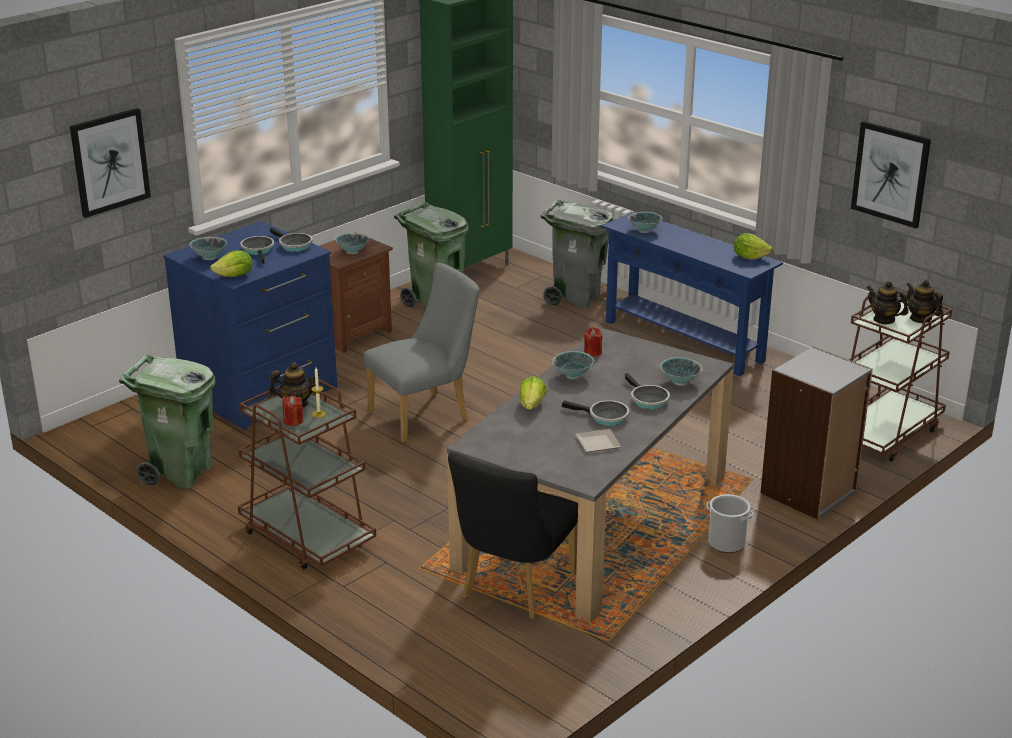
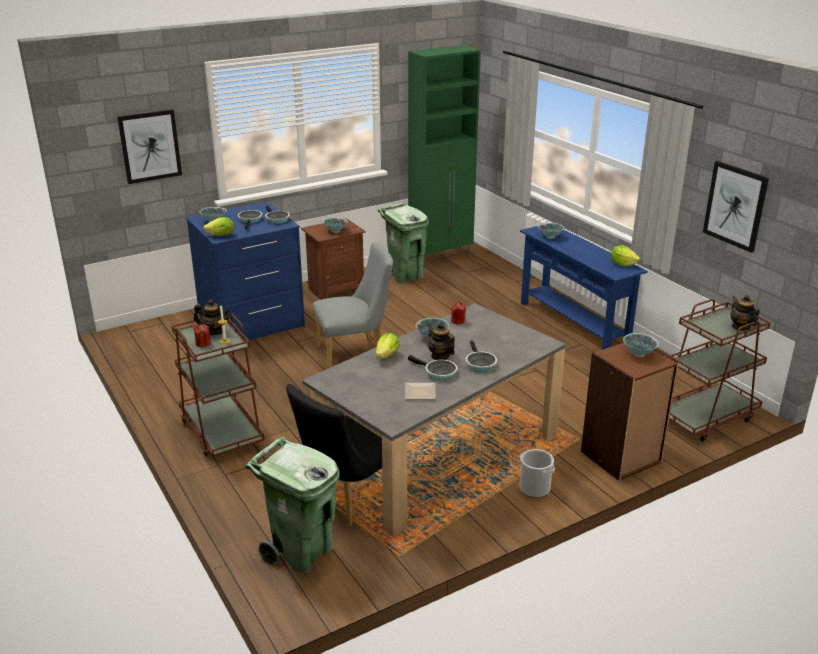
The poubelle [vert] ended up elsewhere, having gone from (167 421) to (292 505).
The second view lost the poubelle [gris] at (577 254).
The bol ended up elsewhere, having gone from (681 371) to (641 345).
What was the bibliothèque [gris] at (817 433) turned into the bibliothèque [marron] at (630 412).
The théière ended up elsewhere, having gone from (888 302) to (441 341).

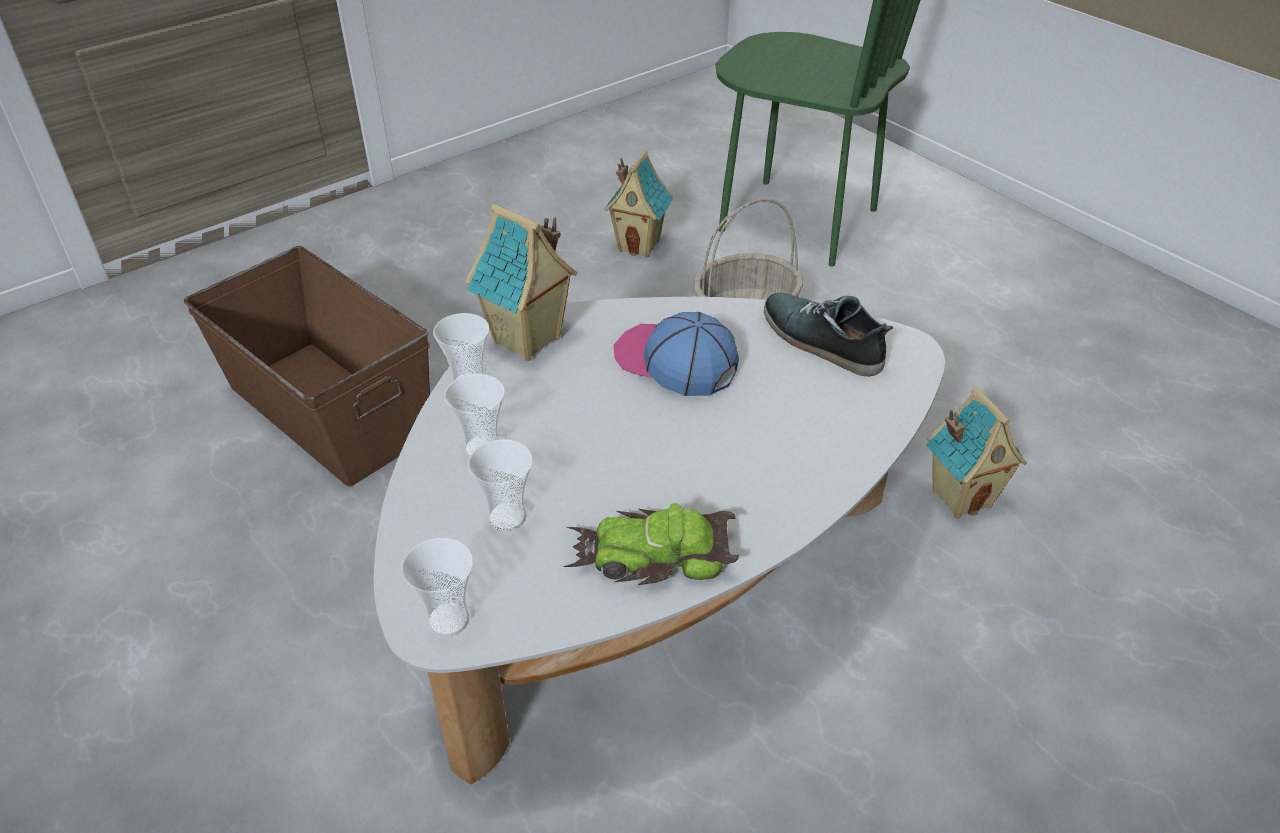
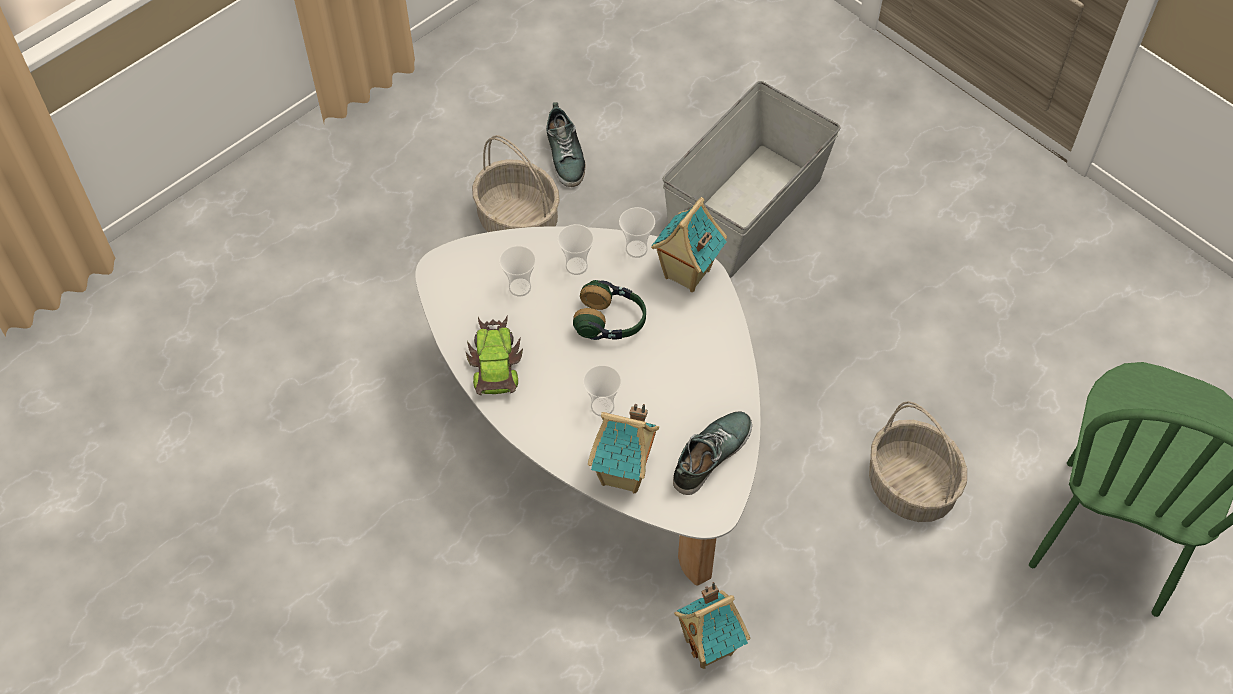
What was the boîte de rangement [marron] at (307 366) turned into the boîte de rangement [gris] at (752 179).
The tasse ended up elsewhere, having gone from (437 587) to (602 390).
The maison miniature ended up elsewhere, having gone from (638 204) to (623 449).
The second view lost the casquette at (676 354).
The second view gained the panier at (516 183).
The second view gained the chaussure at (565 144).
The second view gained the casque audio at (609 310).

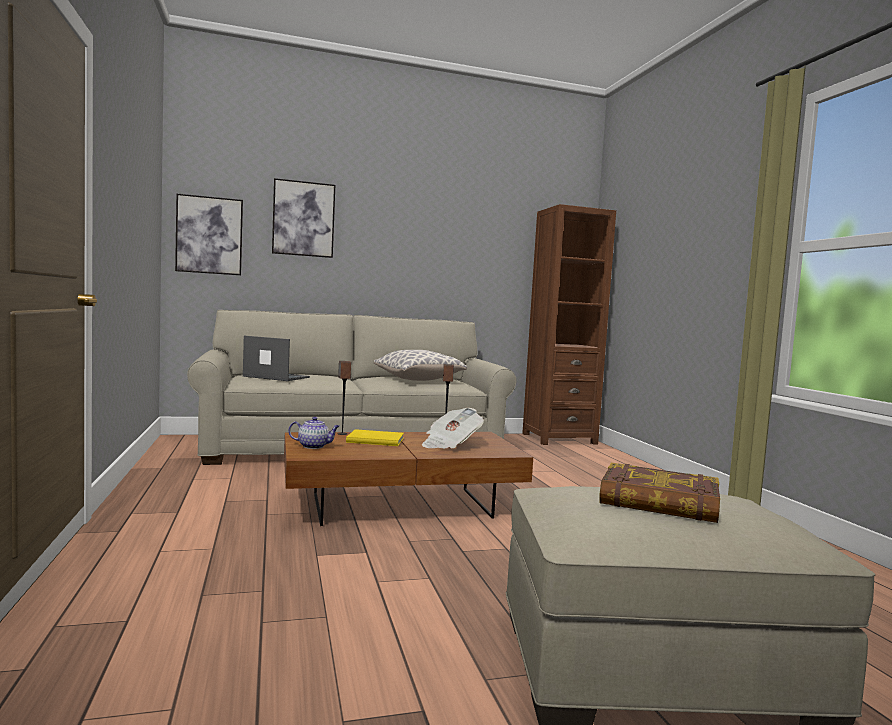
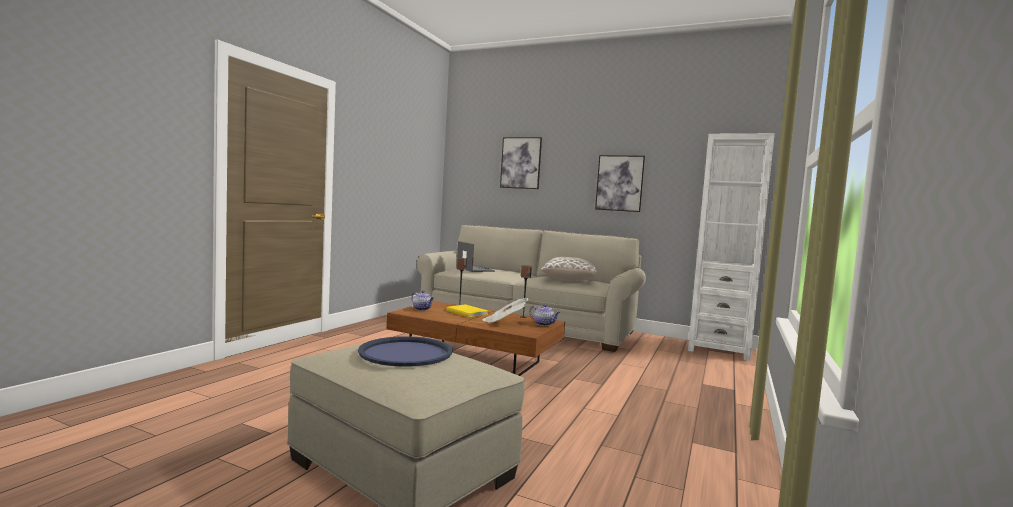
The tableau ended up elsewhere, having gone from (209 234) to (620 183).
What was the bibliothèque [marron] at (569 324) turned into the bibliothèque [blanc] at (731 247).
Where the livre stood at (659 493), the plateau [bleu] came to stand at (405 351).
The second view gained the théière at (544 315).

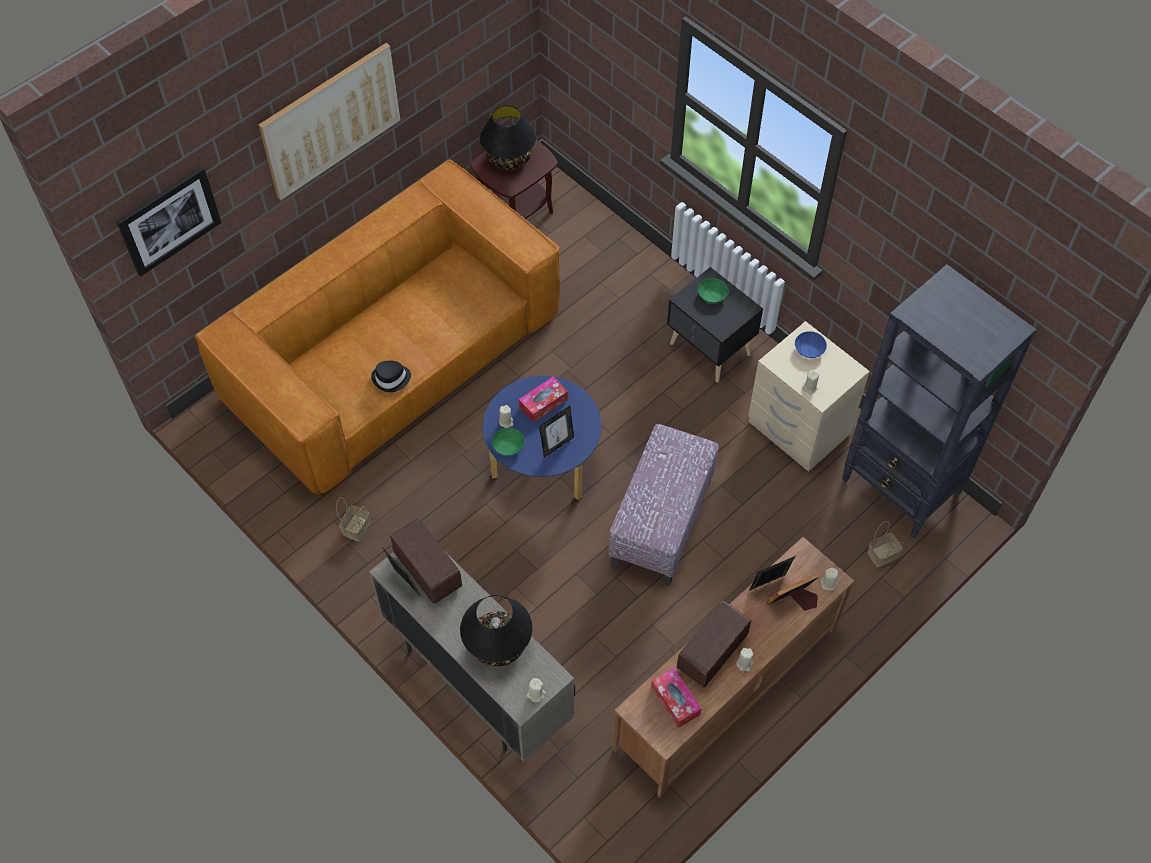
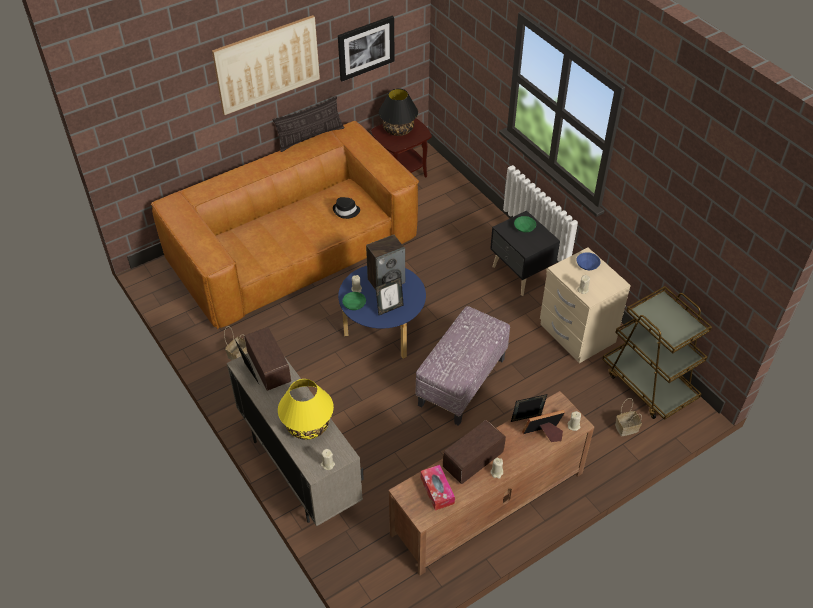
The tableau ended up elsewhere, having gone from (168 221) to (366 48).
The chapeau [noir] ended up elsewhere, having gone from (391 376) to (346 208).
What was the lampe de table [noir] at (496 631) turned into the lampe de table [jaune] at (306 409).
Where the boîte à mouchoirs stood at (543 399), the enceinte came to stand at (385 262).
Where the bibliothèque [noir] stood at (939 401), the chariot [marron] came to stand at (657 353).
The second view gained the coussin at (309 124).

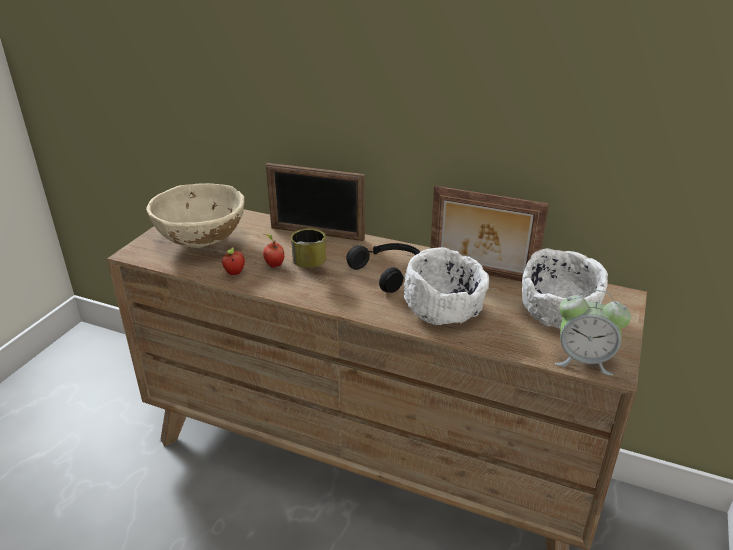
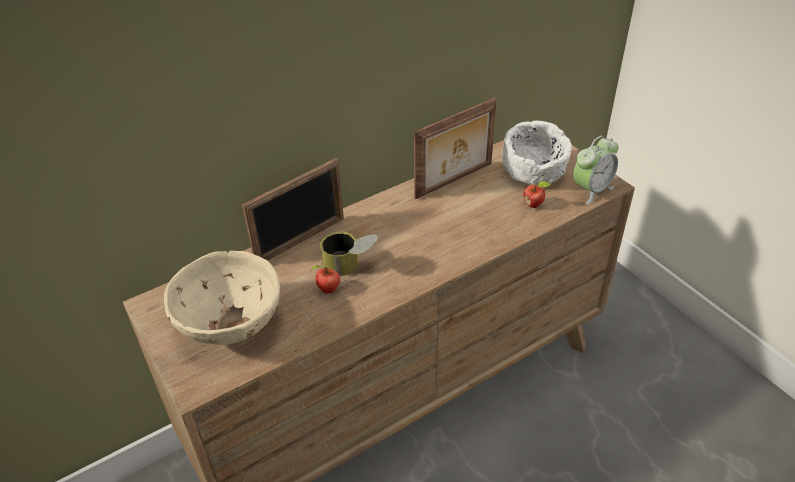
The pomme ended up elsewhere, having gone from (233 261) to (537 194).
The second view lost the casque audio [noir] at (383 268).
The second view lost the bol [blanc] at (446 286).

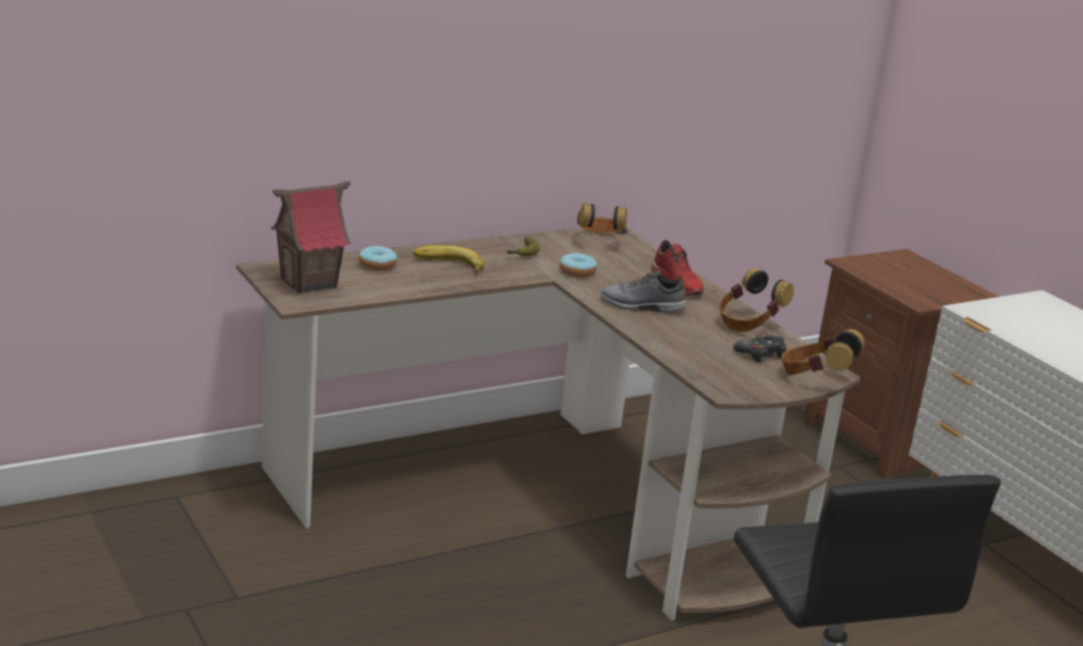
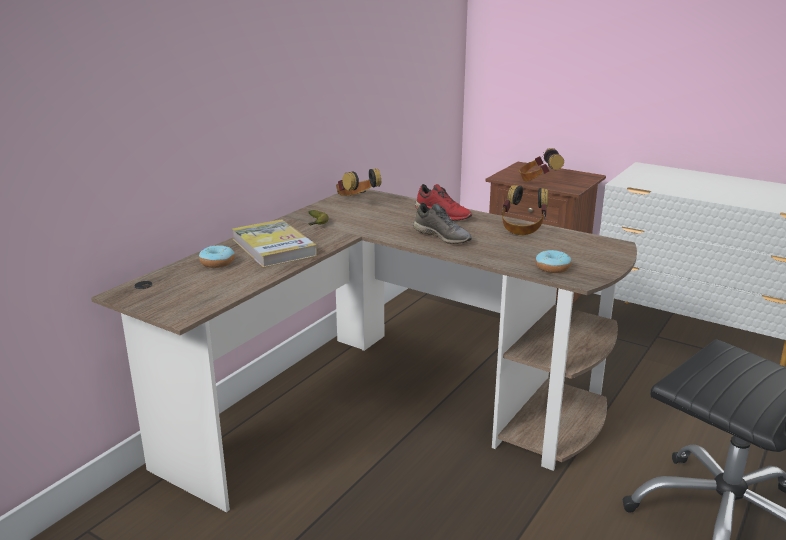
The second view lost the maison miniature at (311 237).
Where the banane stood at (449 259), the livre came to stand at (274 243).
The beignet ended up elsewhere, having gone from (578 265) to (553 261).
The chaussure [gris] at (644 291) ended up facing another way, 120 degrees counterclockwise from before.
The second view lost the manette [noir] at (760 349).
The casque audio ended up elsewhere, having gone from (823 352) to (541 164).

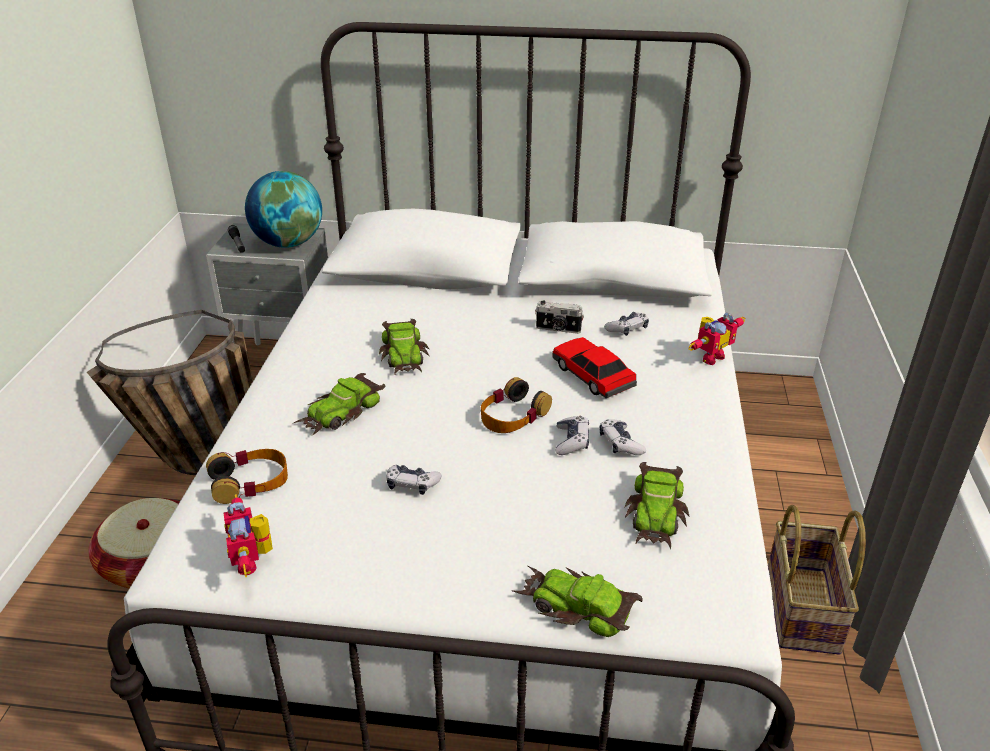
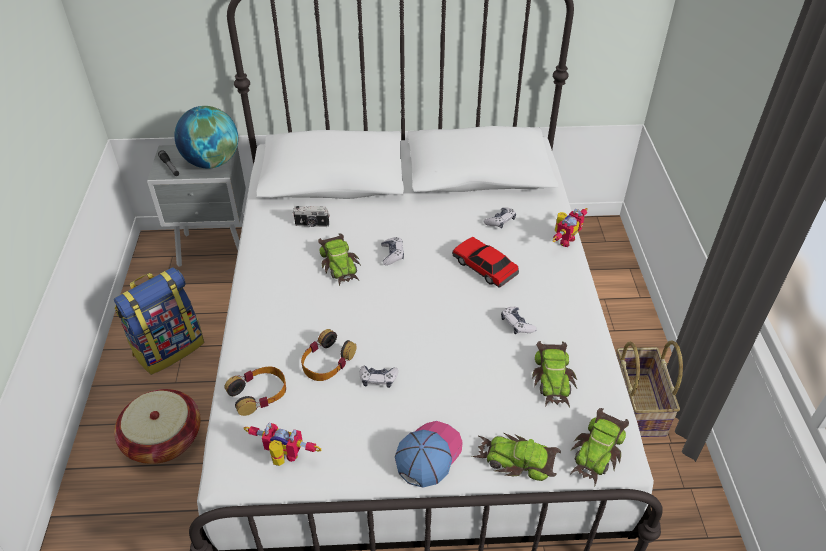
Where the panier stood at (170 392), the sac à dos came to stand at (159 321).
The robot jouet at (248 535) ended up facing another way, 135 degrees clockwise from before.
The petite voiture ended up elsewhere, having gone from (338 404) to (599 446).
The casque audio ended up elsewhere, having gone from (516 405) to (328 355).
The appareil photo ended up elsewhere, having gone from (559 317) to (311 216).
The manette ended up elsewhere, having gone from (572 435) to (392 251).
The second view gained the casquette at (429 454).

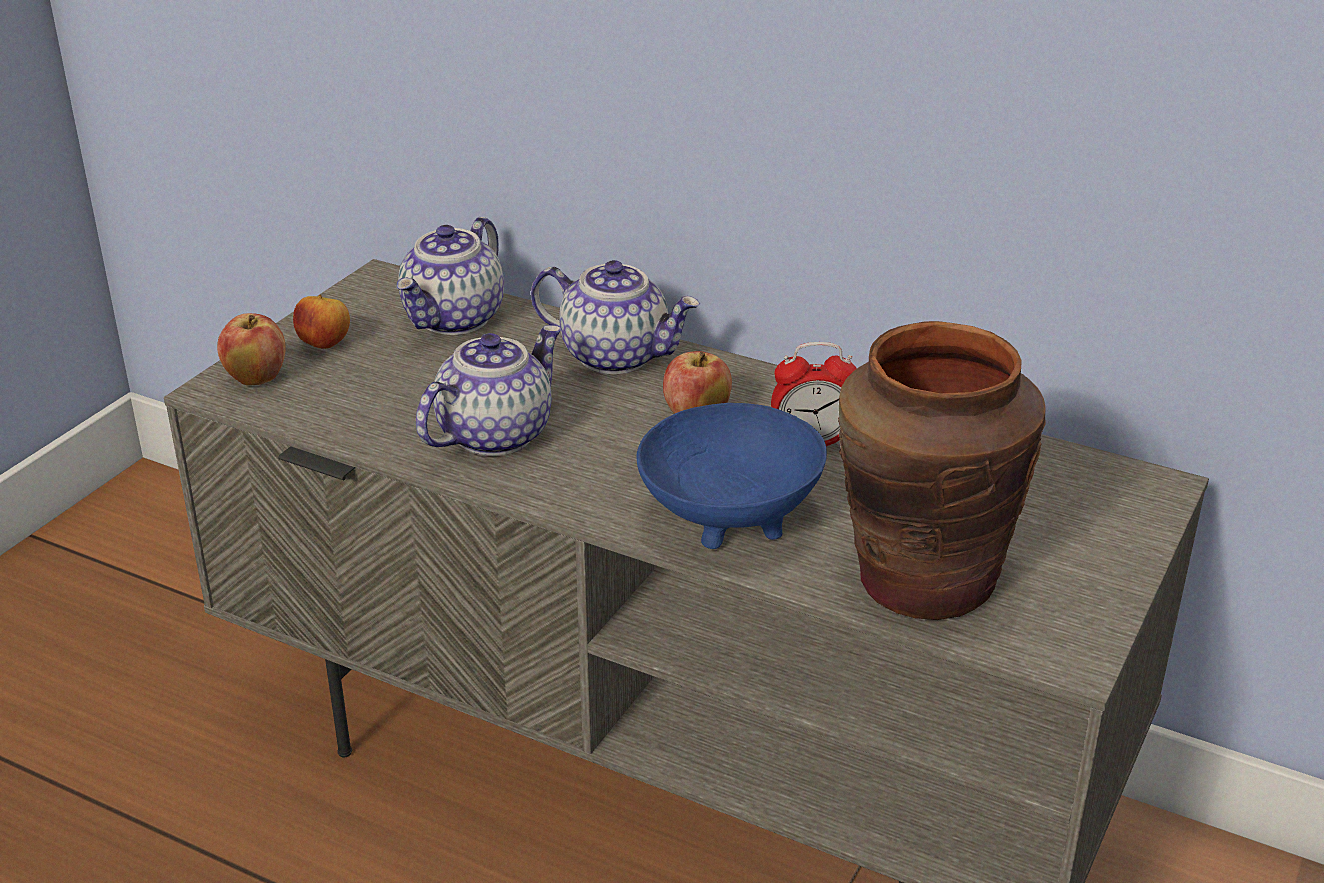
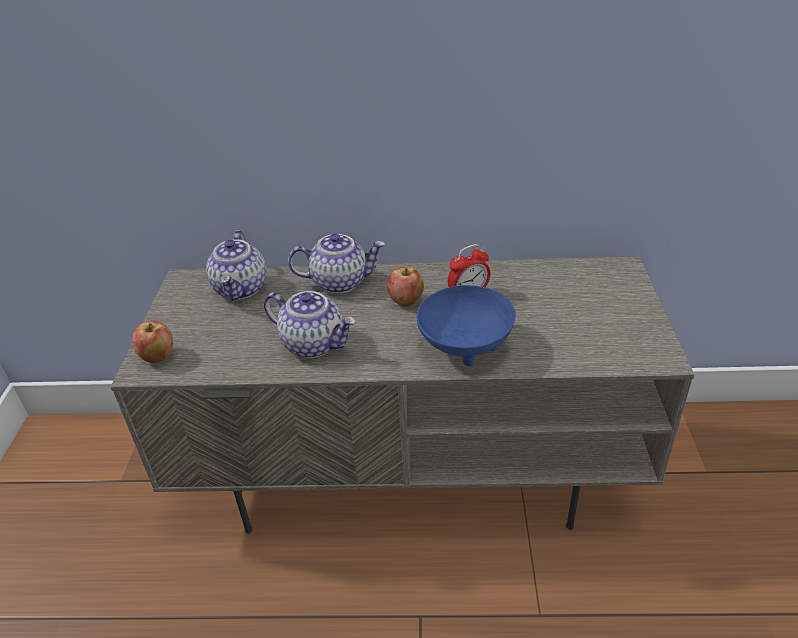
The second view lost the pomme at (321 322).
The théière at (489 390) ended up facing another way, 105 degrees clockwise from before.
The second view lost the vase [marron] at (942 470).

